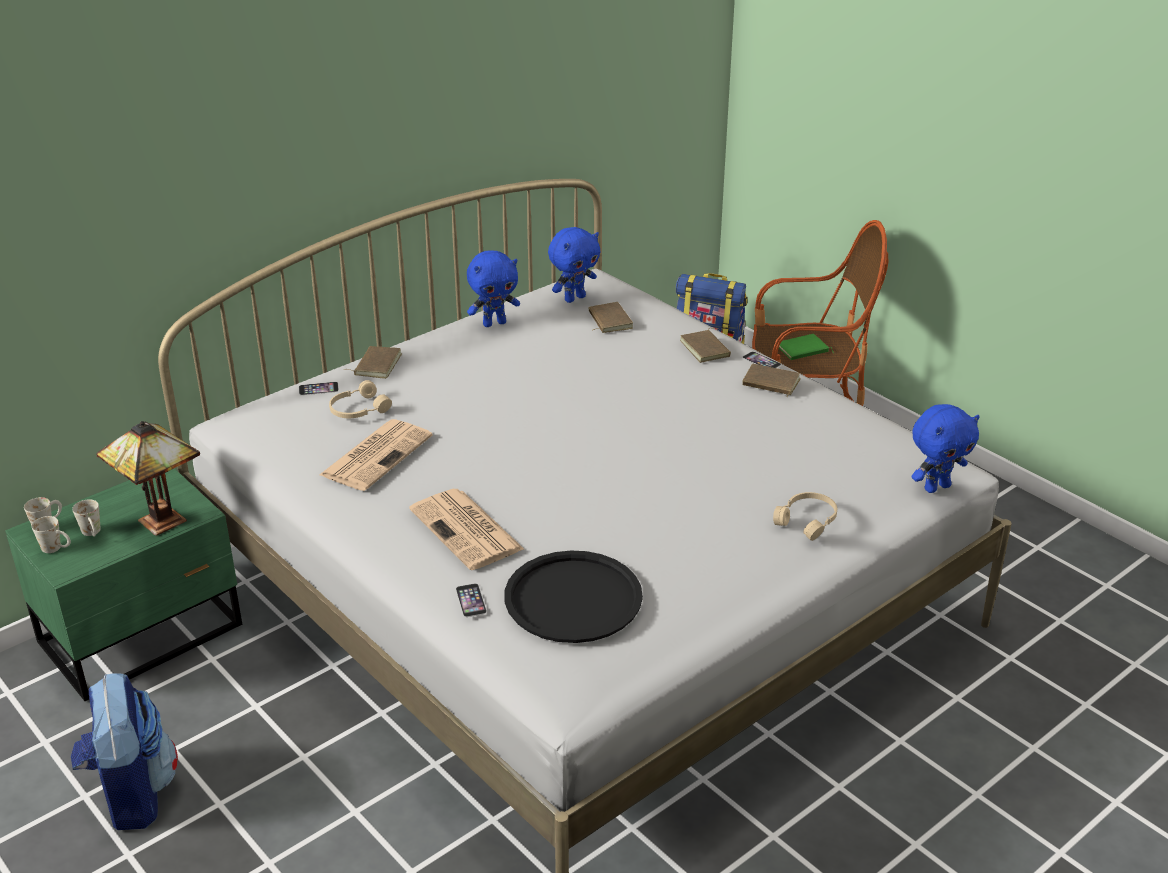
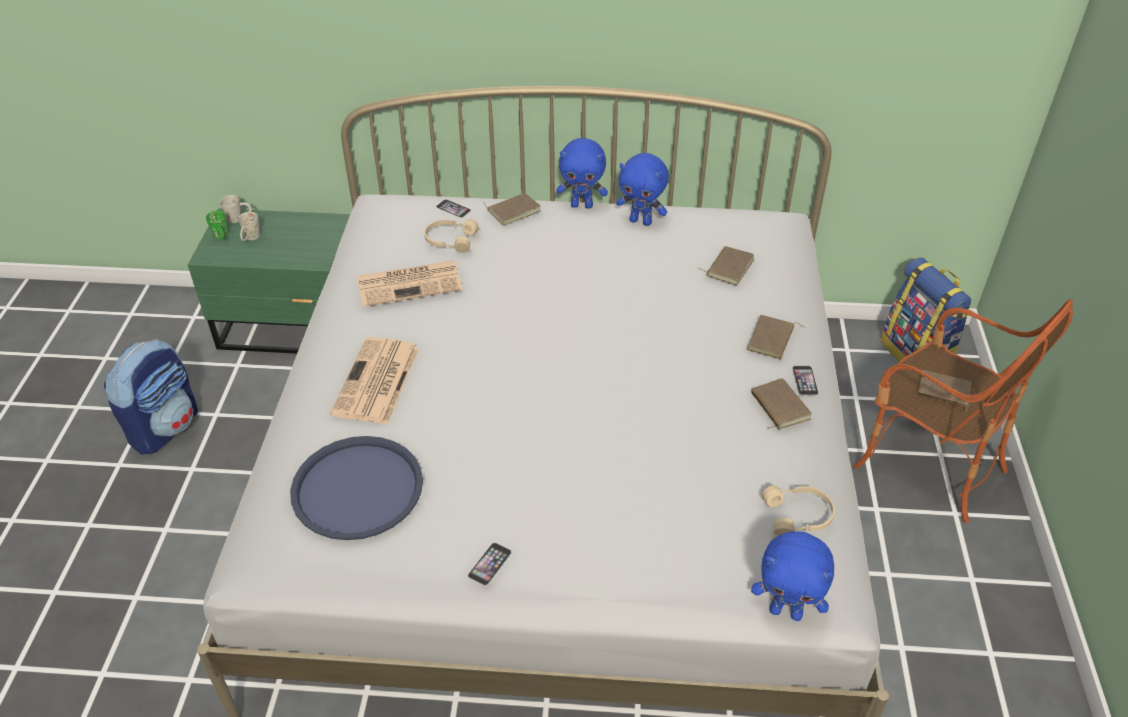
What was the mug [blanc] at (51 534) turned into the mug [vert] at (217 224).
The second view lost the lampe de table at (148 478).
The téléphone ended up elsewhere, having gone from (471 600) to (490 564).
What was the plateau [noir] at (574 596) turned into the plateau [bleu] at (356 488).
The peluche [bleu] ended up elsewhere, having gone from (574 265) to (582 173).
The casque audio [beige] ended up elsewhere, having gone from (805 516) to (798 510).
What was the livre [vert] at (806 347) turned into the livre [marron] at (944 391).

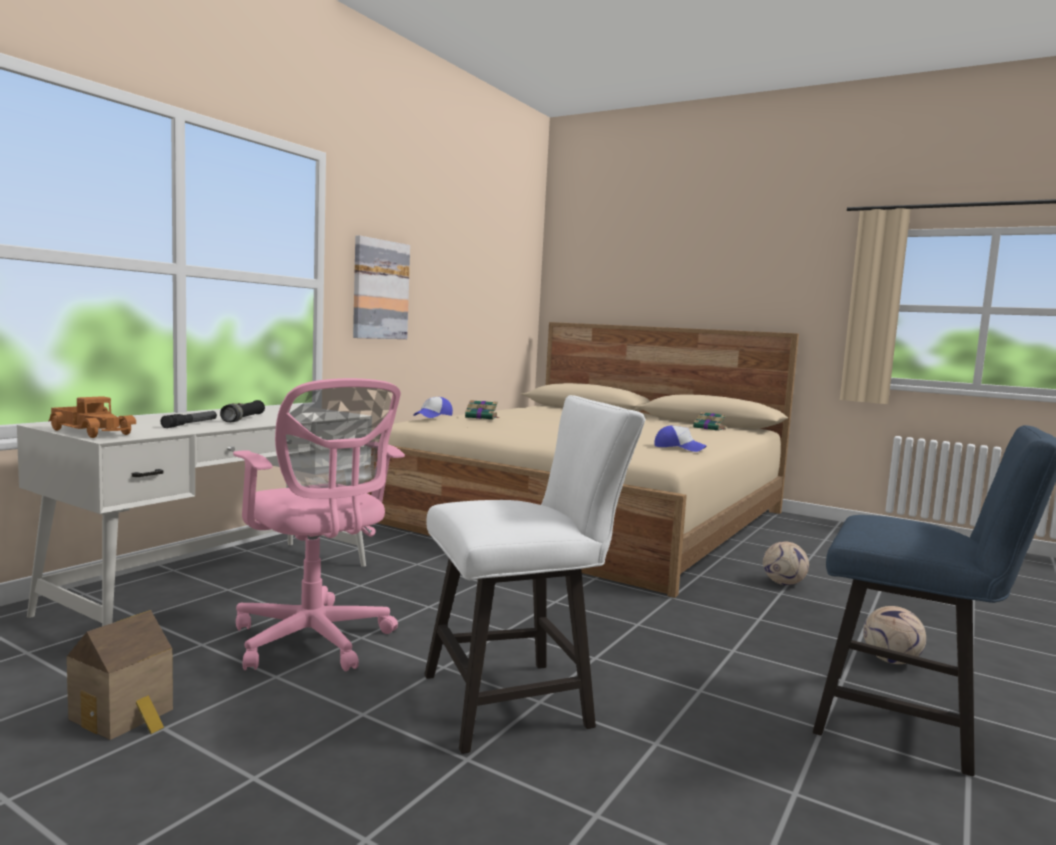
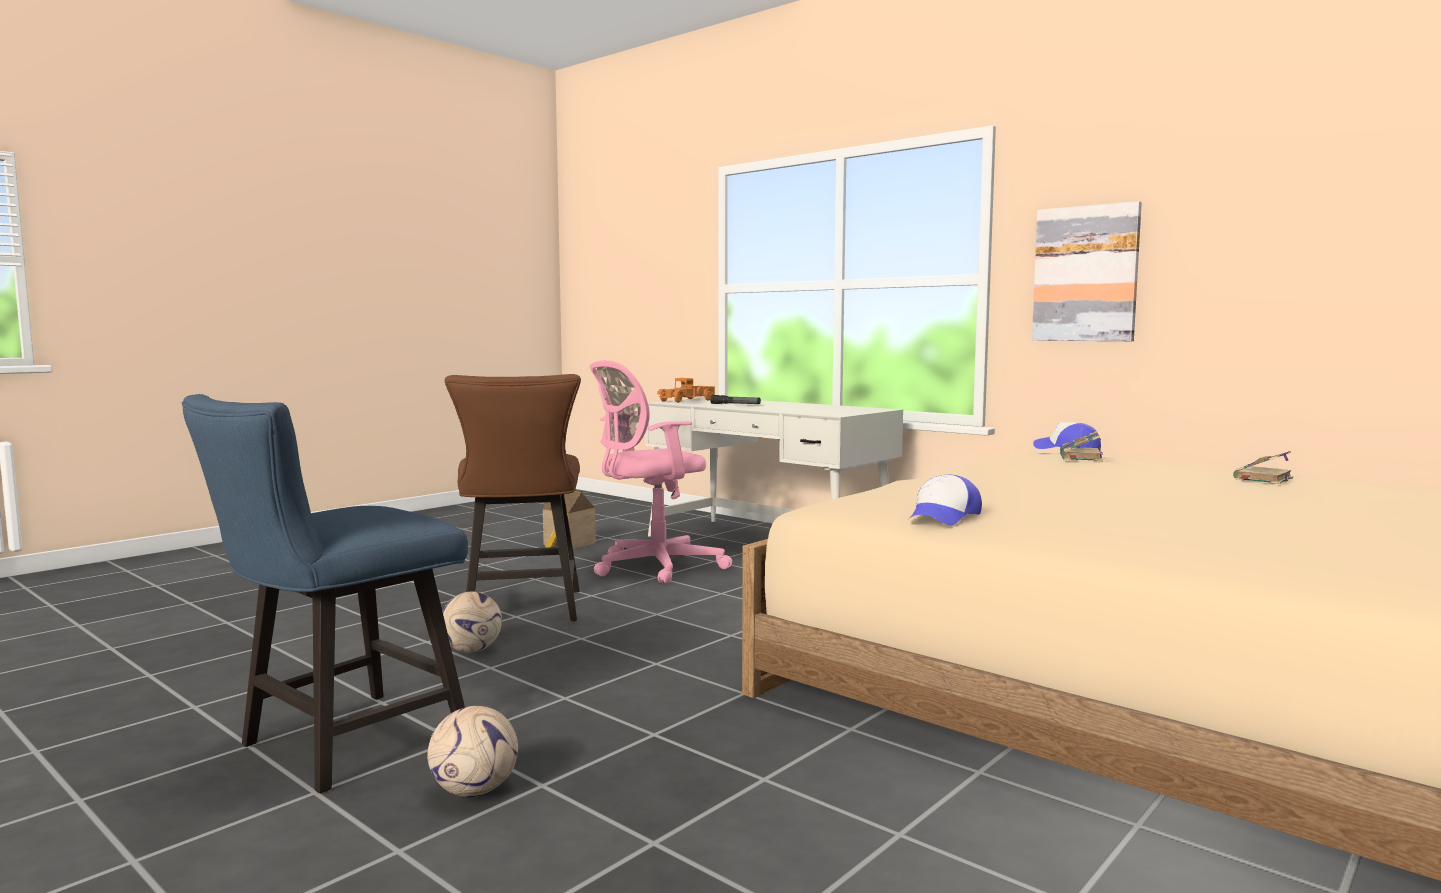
The second view lost the lampe de poche [noir] at (242 411).
What was the chaise [blanc] at (534 574) turned into the chaise [marron] at (513 497).
The livre ended up elsewhere, having gone from (710 421) to (1263 467).
The ballon de foot ended up elsewhere, having gone from (786 563) to (472 622).

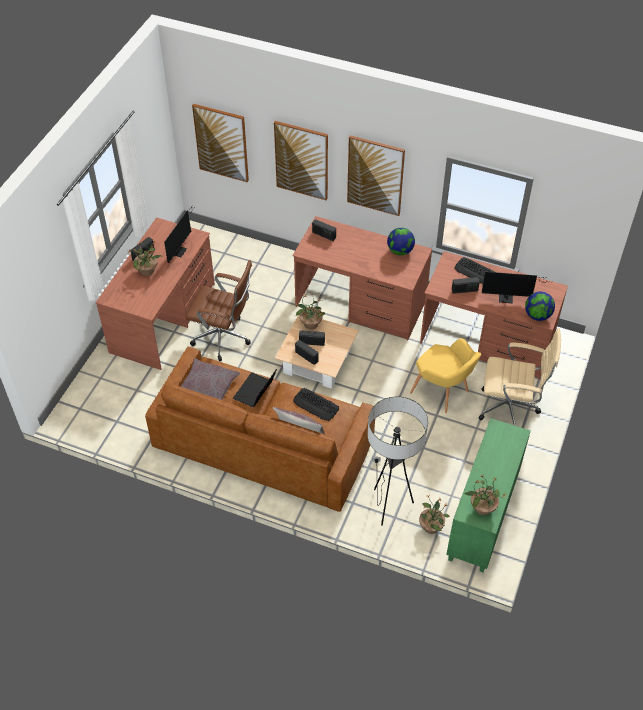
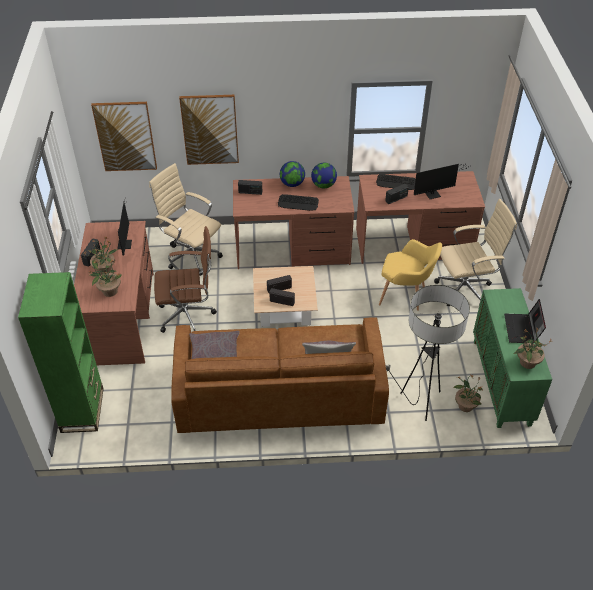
The ordinateur portable ended up elsewhere, having gone from (255 388) to (525 321).
The clavier ended up elsewhere, having gone from (316 404) to (298 202).
The plante en pot ended up elsewhere, having gone from (310 311) to (105 277).
The second view lost the tableau at (376 175).
The globe ended up elsewhere, having gone from (540 306) to (292 174).
The second view gained the bibliothèque [vert] at (61 352).
The second view gained the chaise de bureau [beige] at (186 219).

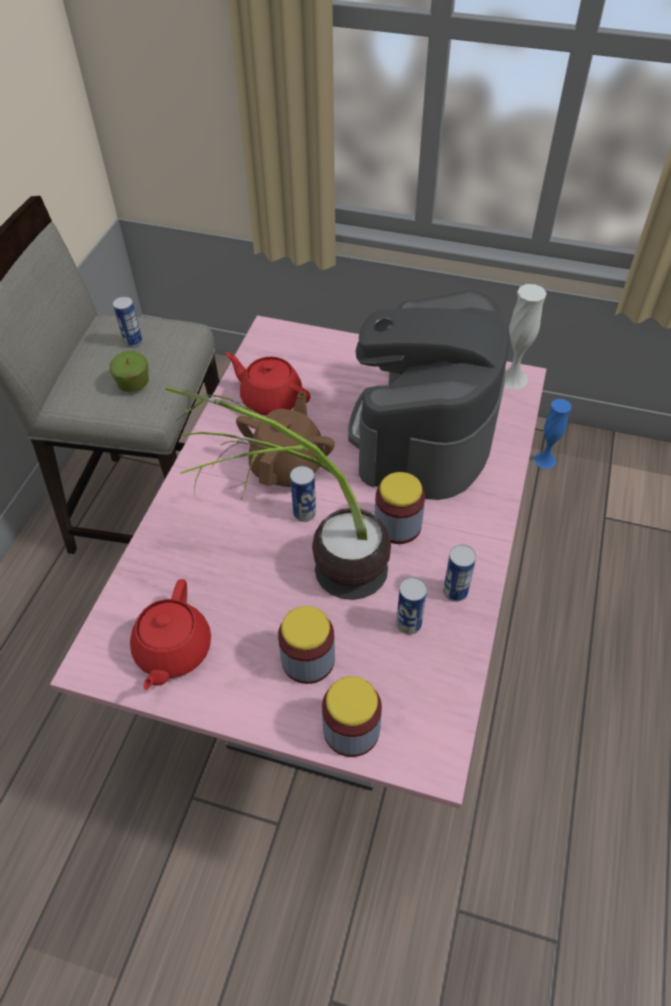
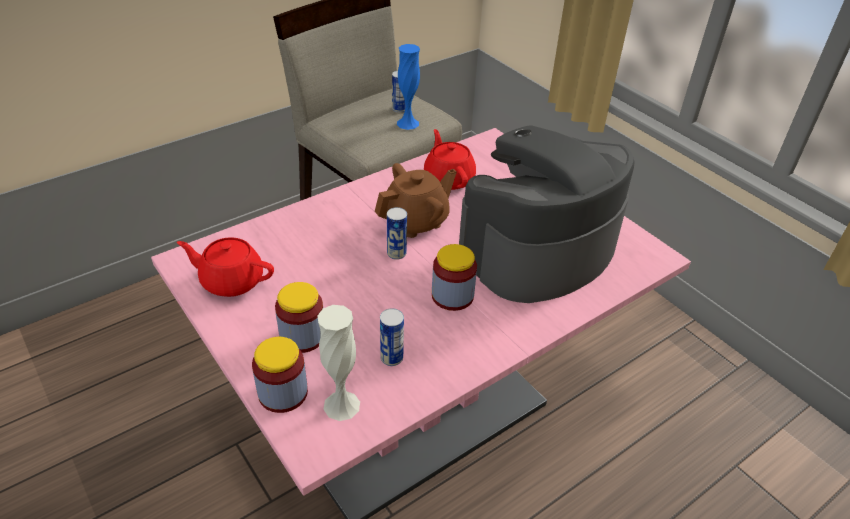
The second view lost the pomme at (129 371).
The théière [rouge] at (170 634) ended up facing another way, 60 degrees clockwise from before.
The second view lost the plante en pot at (278 493).
The second view lost the boîte métallique at (459 573).
The vase [blanc] ended up elsewhere, having gone from (525 336) to (338 363).
The vase [bleu] ended up elsewhere, having gone from (553 434) to (408 87).

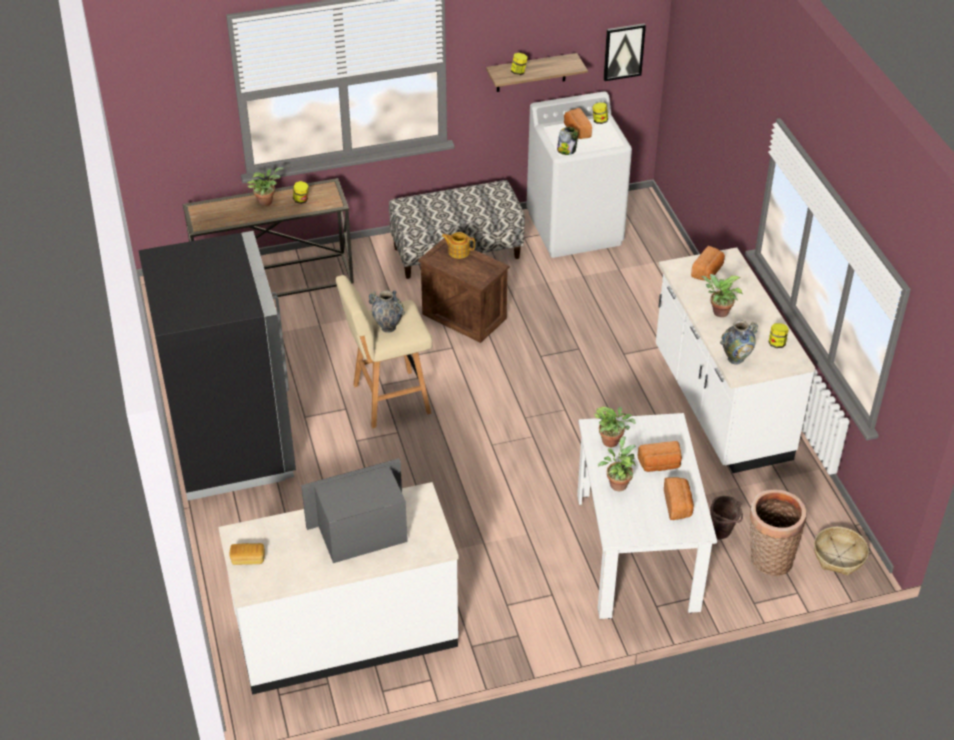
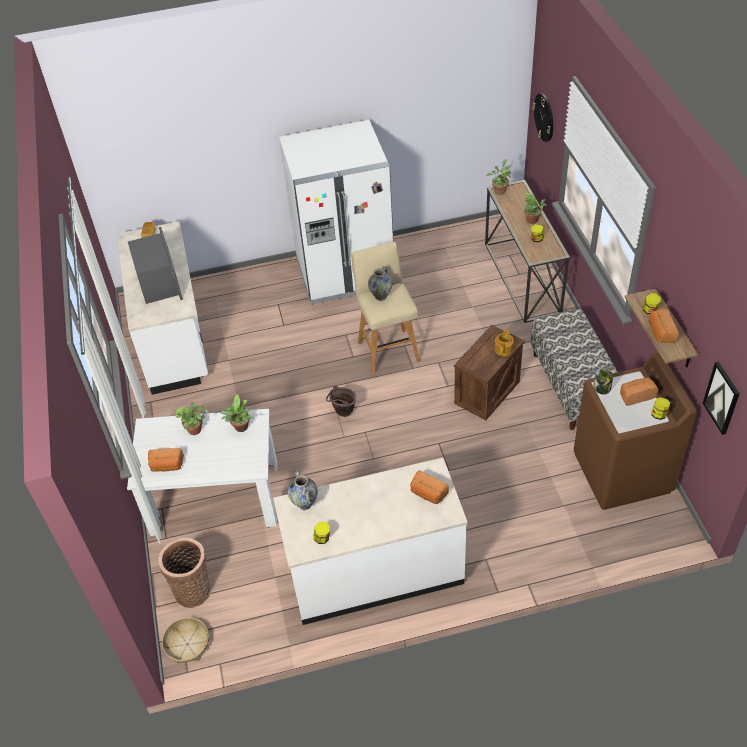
What was the réfrigérateur [noir] at (217 365) turned into the réfrigérateur [blanc] at (336 212).
What was the lave-linge [blanc] at (579 174) turned into the lave-linge [marron] at (635 431).
The pain ended up elsewhere, having gone from (659 456) to (663 325).
The plante en pot ended up elsewhere, having gone from (722 295) to (499 177).
The seau [marron] ended up elsewhere, having gone from (726 517) to (341 401).
The second view gained the horloge murale at (542 117).

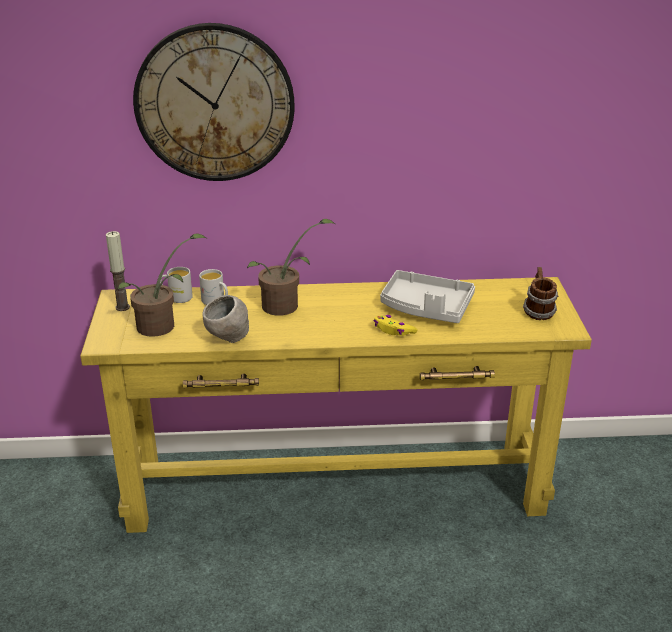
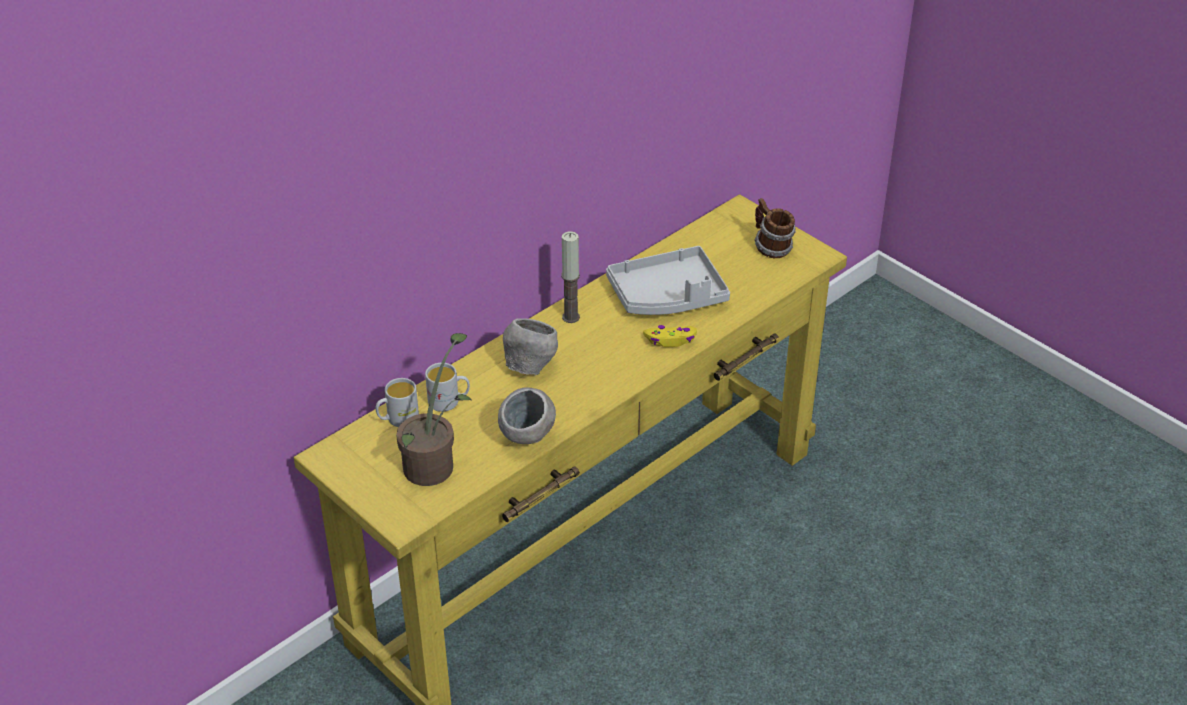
The bougie ended up elsewhere, having gone from (118 271) to (570 277).
The second view lost the horloge murale at (214 102).
Where the plante en pot stood at (291 267), the bol [gris] came to stand at (530 347).

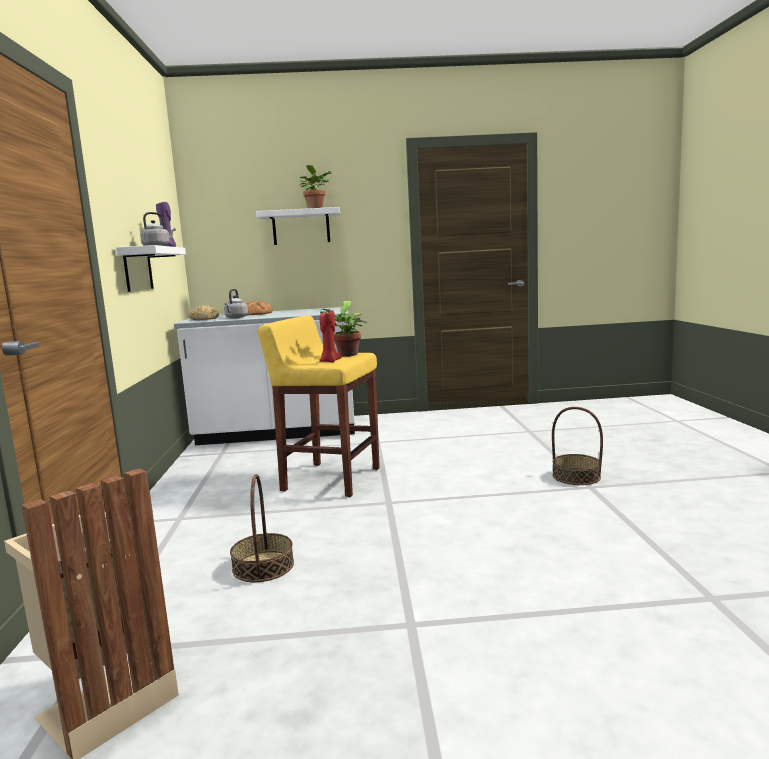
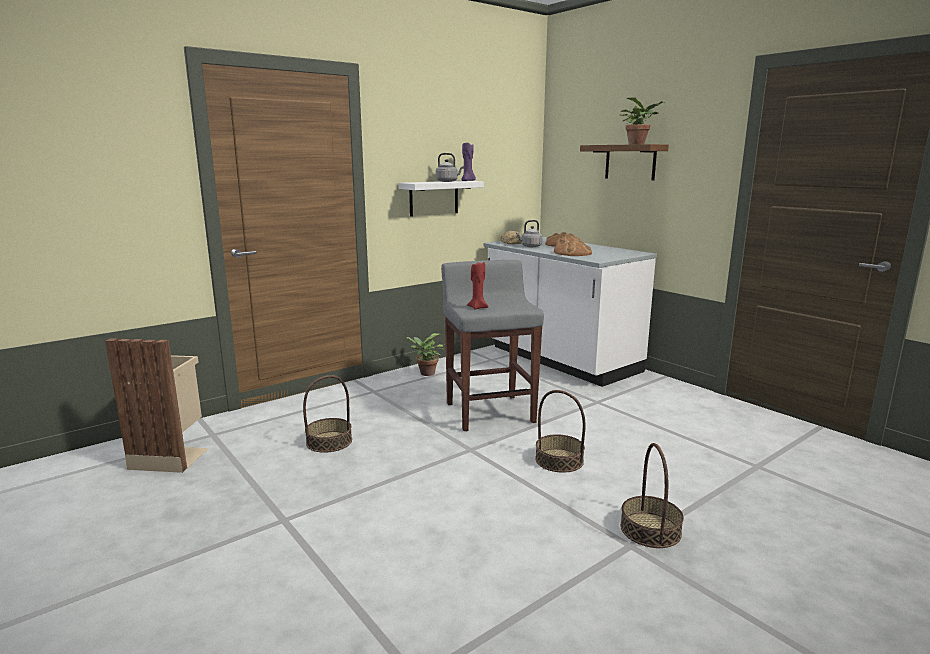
What was the étagère [blanc] at (298 226) turned into the étagère [marron] at (624 162).
What was the tabouret [jaune] at (318 406) turned into the tabouret [gris] at (492 345).
The plante en pot ended up elsewhere, having gone from (343 328) to (424 354).
The second view gained the panier at (560 431).
The second view gained the pain at (573 247).

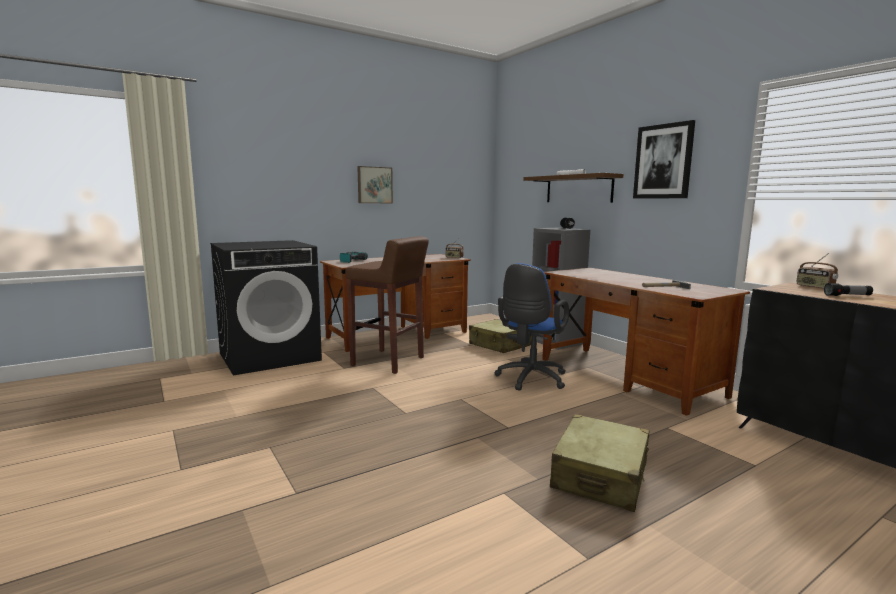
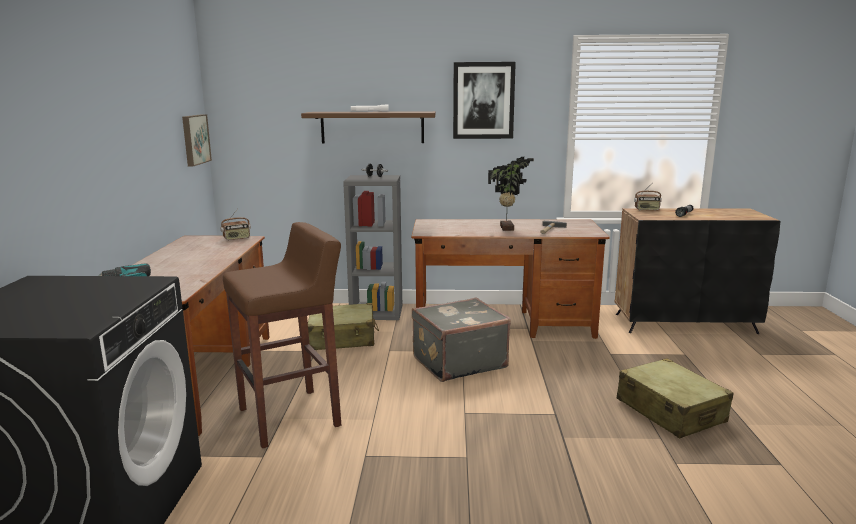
The tableau ended up elsewhere, having gone from (375 184) to (197 140).
Where the chaise de bureau [bleu] stood at (531 327), the valise [gris] came to stand at (461 339).
The second view gained the plante en pot at (511 194).

